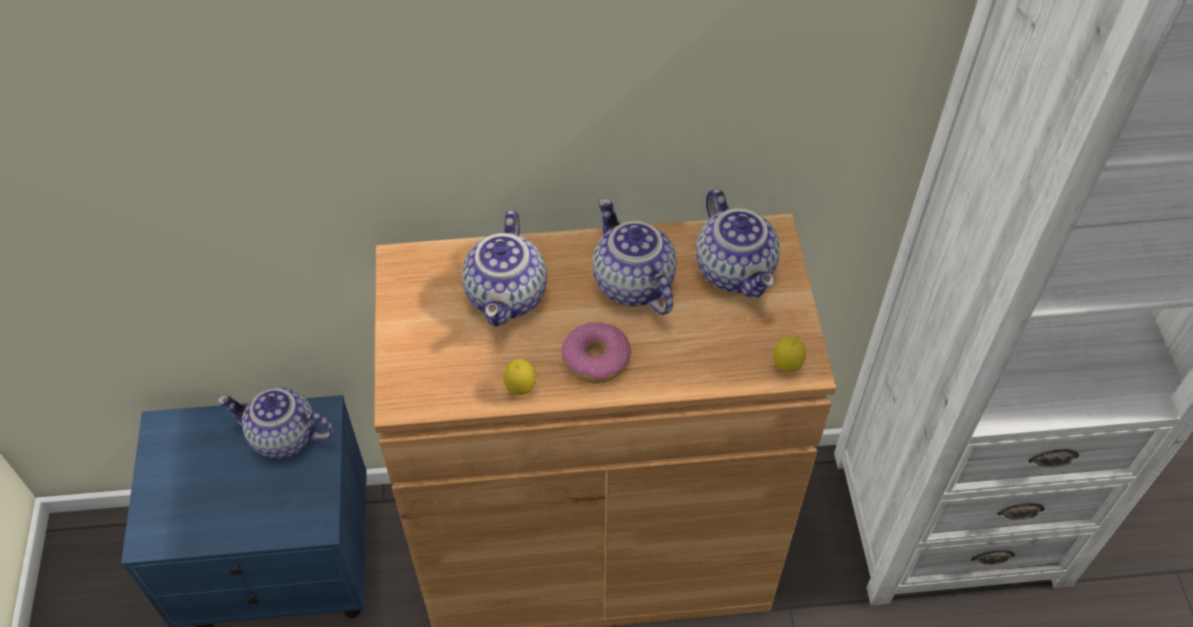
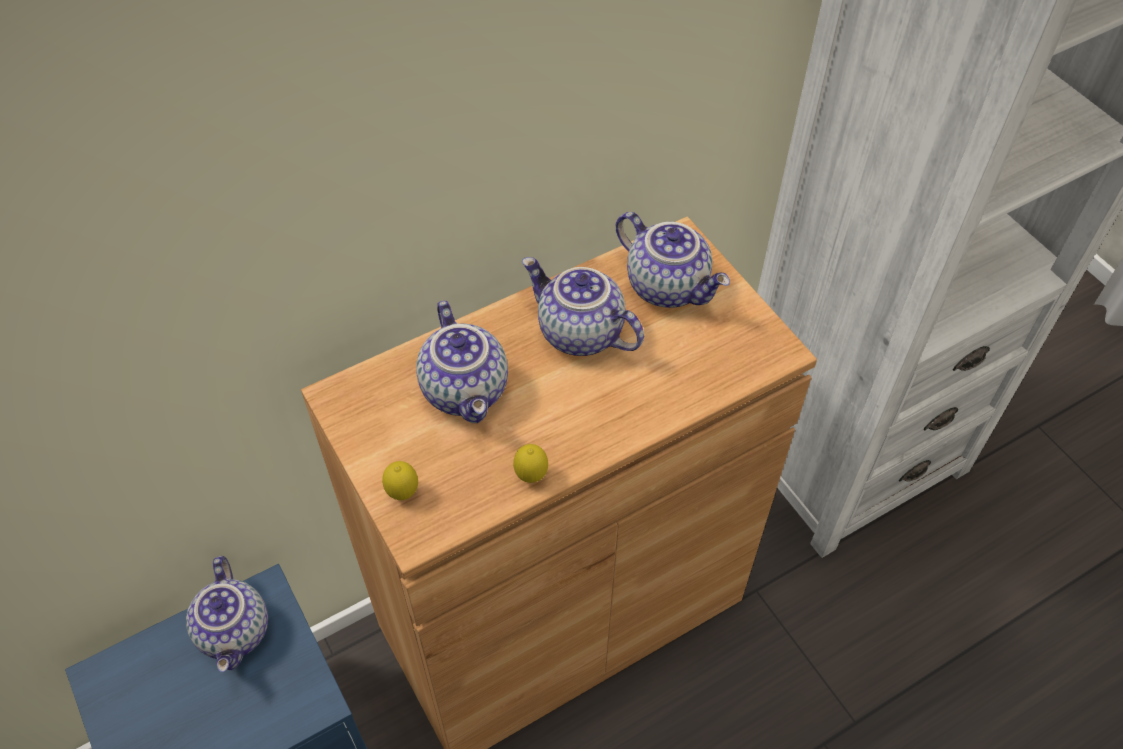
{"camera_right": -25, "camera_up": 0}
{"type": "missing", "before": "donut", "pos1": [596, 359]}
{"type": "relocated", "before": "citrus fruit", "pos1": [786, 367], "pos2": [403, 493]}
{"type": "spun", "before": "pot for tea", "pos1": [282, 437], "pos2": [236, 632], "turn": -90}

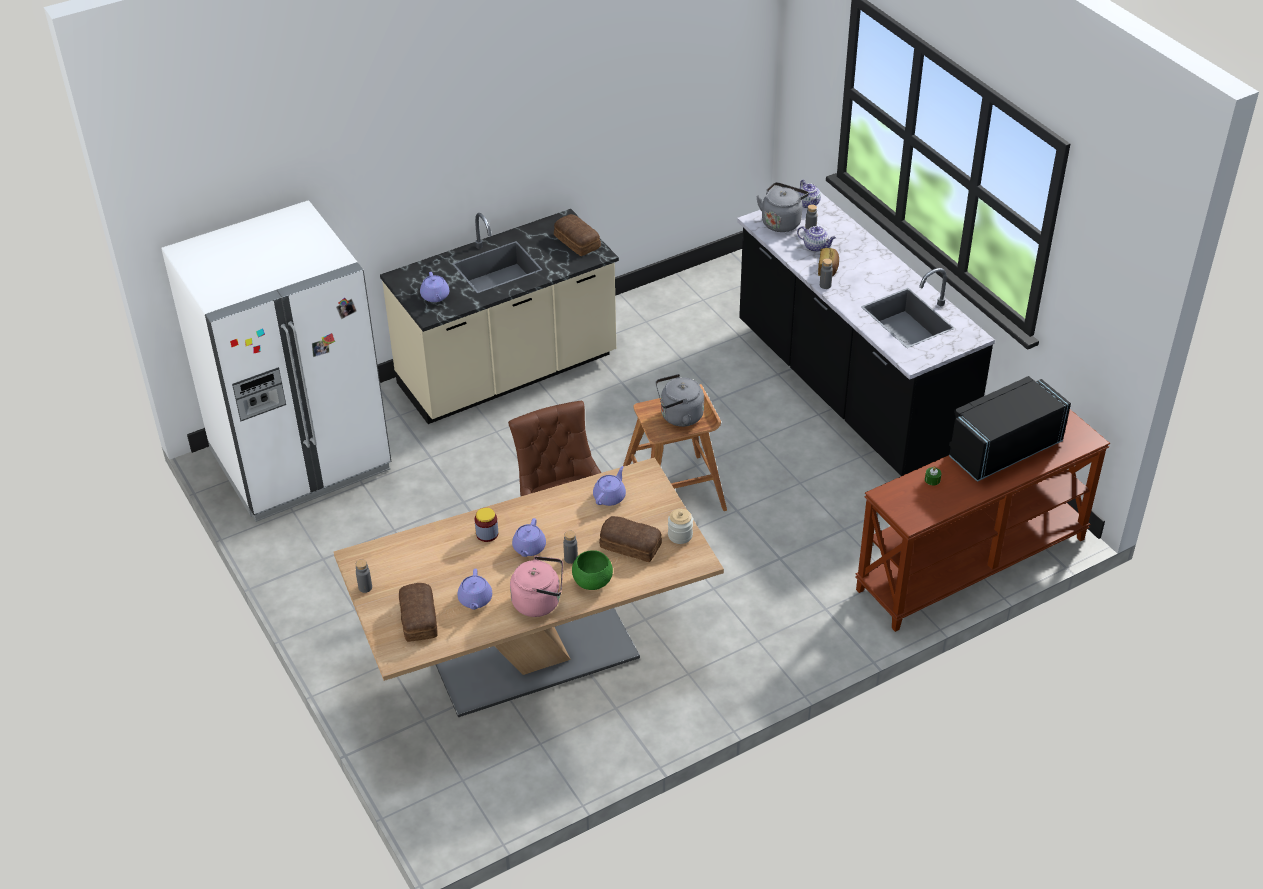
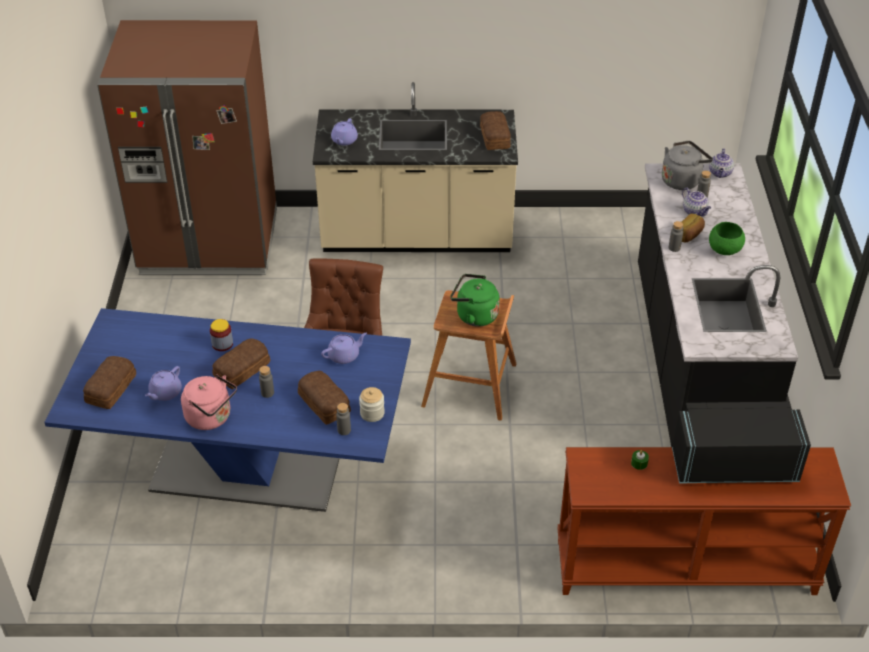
{"camera_right": 30, "camera_up": 0}
{"type": "relocated", "before": "grey bottle", "pos1": [365, 587], "pos2": [344, 430]}
{"type": "relocated", "before": "greenish deep dish", "pos1": [592, 581], "pos2": [724, 250]}
{"type": "exchanged", "before": "purplish pot for tea", "after": "bread", "pos1": [529, 548], "pos2": [243, 370]}
{"type": "colour", "before": "white-coloured fridge", "after": "brown-coloured fridge", "pos1": [301, 461], "pos2": [209, 242]}
{"type": "colour", "before": "sand-coloured dinner table", "after": "blue-coloured dinner table", "pos1": [534, 655], "pos2": [247, 469]}
{"type": "colour", "before": "grey water kettle", "after": "greenish water kettle", "pos1": [679, 417], "pos2": [474, 315]}

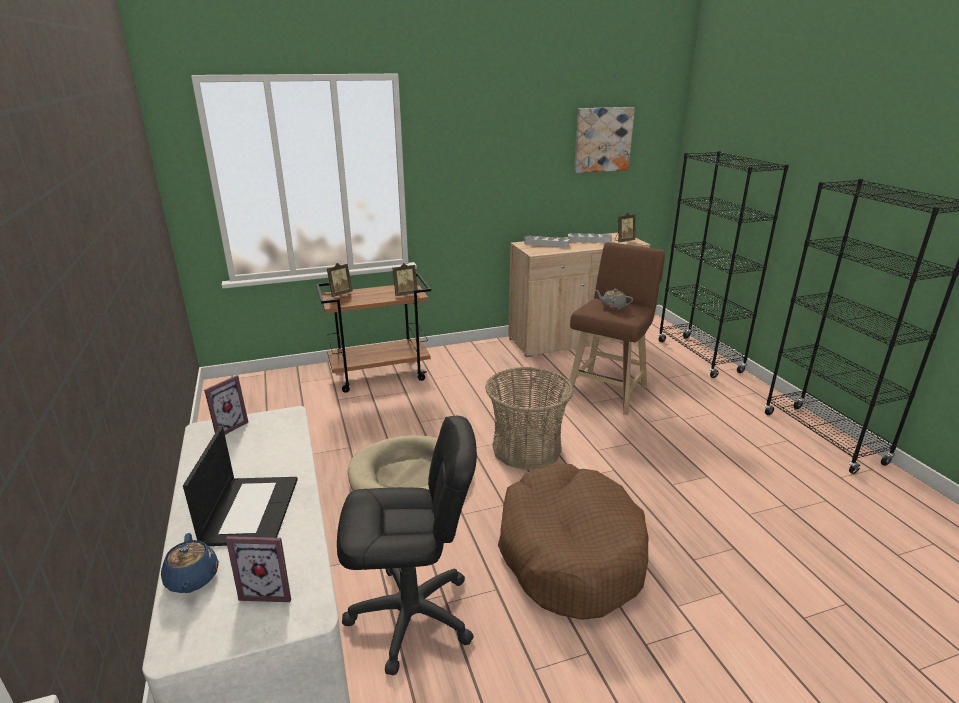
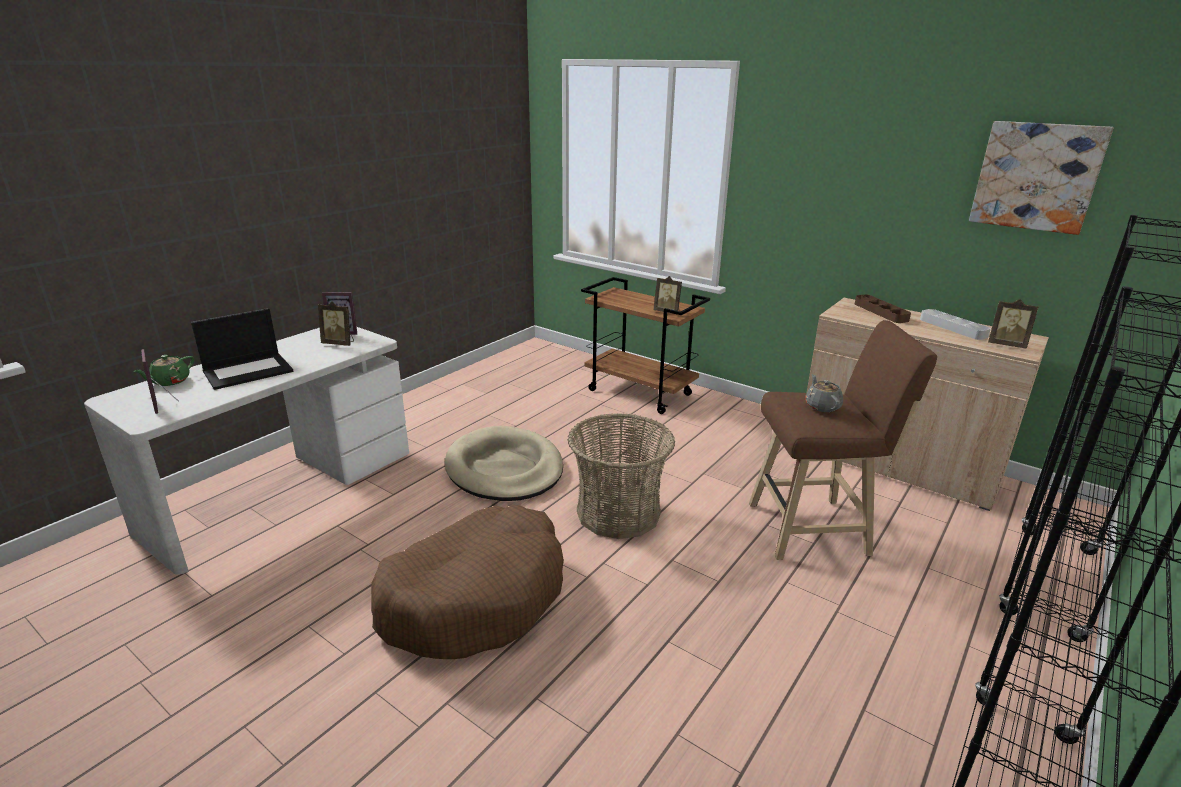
{"camera_right": 55, "camera_up": 0}
{"type": "missing", "before": "black-coloured desk chair", "pos1": [412, 616]}
{"type": "relocated", "before": "picture frame", "pos1": [339, 294], "pos2": [339, 343]}
{"type": "colour", "before": "blue-coloured pot for tea", "after": "greenish pot for tea", "pos1": [192, 579], "pos2": [170, 381]}
{"type": "colour", "before": "grey serving tray", "after": "brown-coloured serving tray", "pos1": [546, 244], "pos2": [880, 312]}

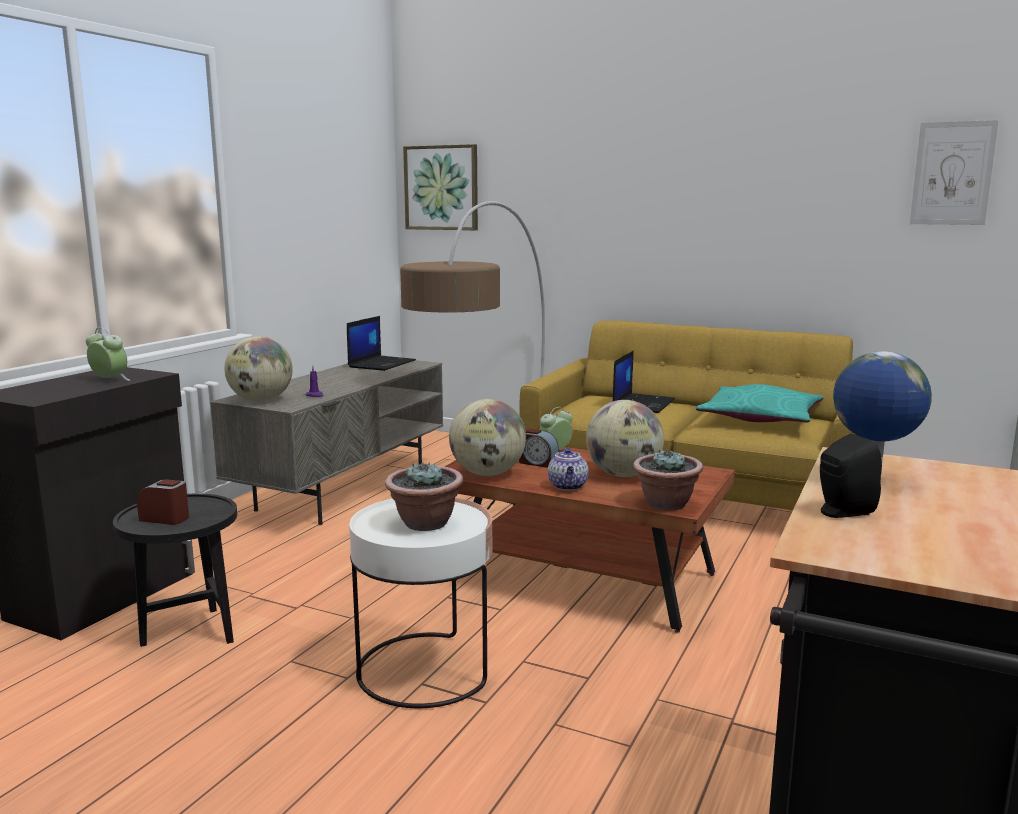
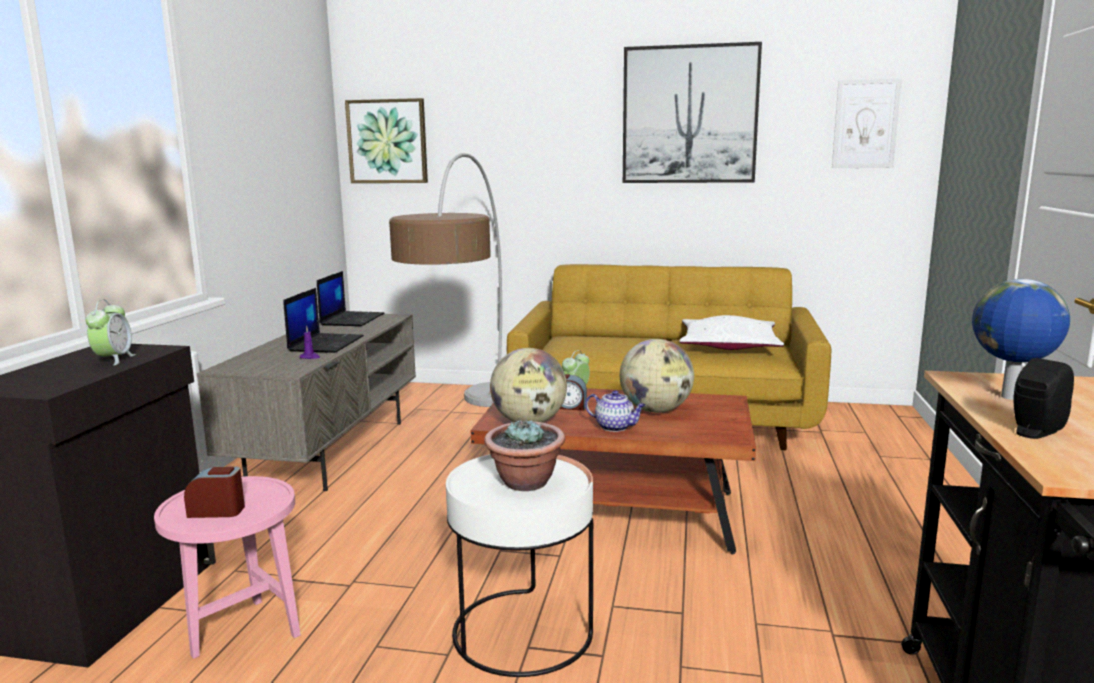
{"camera_right": -15, "camera_up": 0}
{"type": "missing", "before": "desk globe", "pos1": [261, 400]}
{"type": "missing", "before": "plant in a pot", "pos1": [666, 504]}
{"type": "appeared", "after": "wall art", "pos2": [689, 115]}
{"type": "relocated", "before": "notebook computer", "pos1": [643, 403], "pos2": [326, 343]}
{"type": "colour", "before": "black-coloured side table", "after": "pink side table", "pos1": [188, 633], "pos2": [242, 634]}
{"type": "colour", "before": "turquoise-coloured pillow", "after": "white-coloured pillow", "pos1": [760, 419], "pos2": [728, 346]}
{"type": "spun", "before": "bedside clock", "pos1": [109, 380], "pos2": [113, 360], "turn": 75}
{"type": "spun", "before": "pot for tea", "pos1": [568, 486], "pos2": [615, 427], "turn": -45}

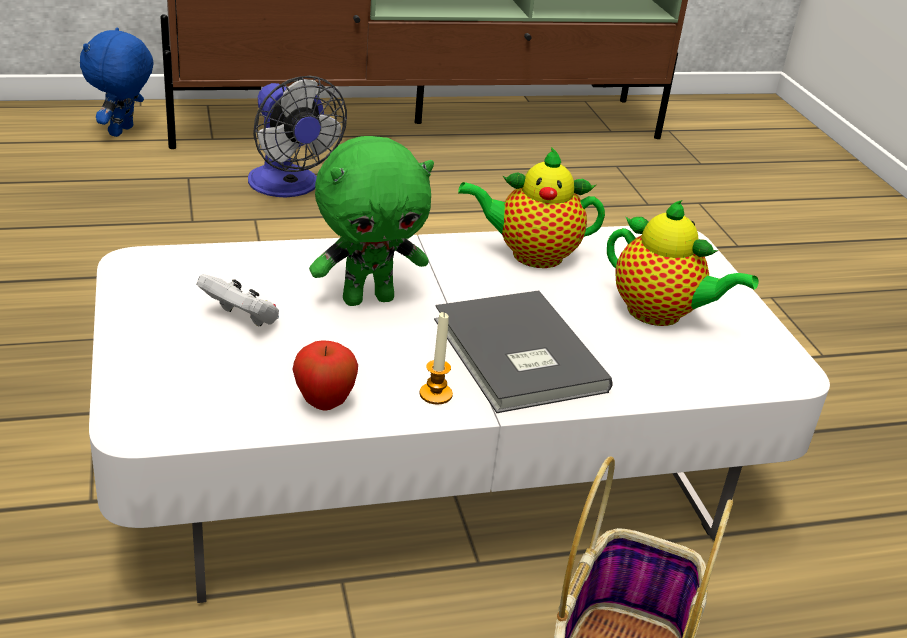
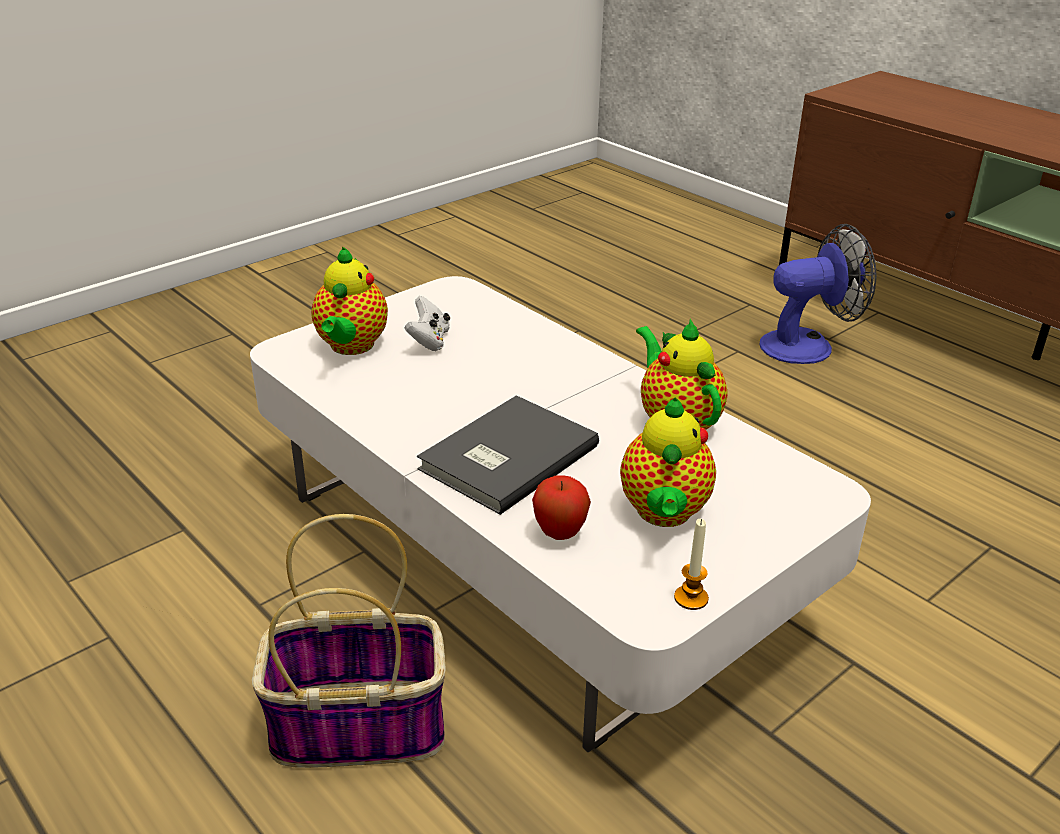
{"camera_right": 65, "camera_up": 0}
{"type": "missing", "before": "blue-coloured plush toy", "pos1": [123, 132]}
{"type": "missing", "before": "greenish plush toy", "pos1": [368, 298]}
{"type": "appeared", "after": "pot for tea", "pos2": [351, 347]}
{"type": "relocated", "before": "apple fruit", "pos1": [324, 403], "pos2": [560, 533]}
{"type": "relocated", "before": "candle", "pos1": [435, 394], "pos2": [691, 598]}
{"type": "spun", "before": "electric fan", "pos1": [288, 187], "pos2": [808, 345], "turn": -135}

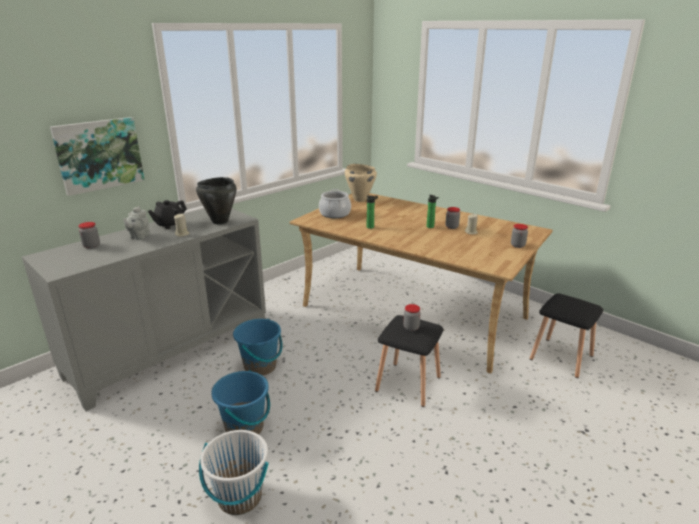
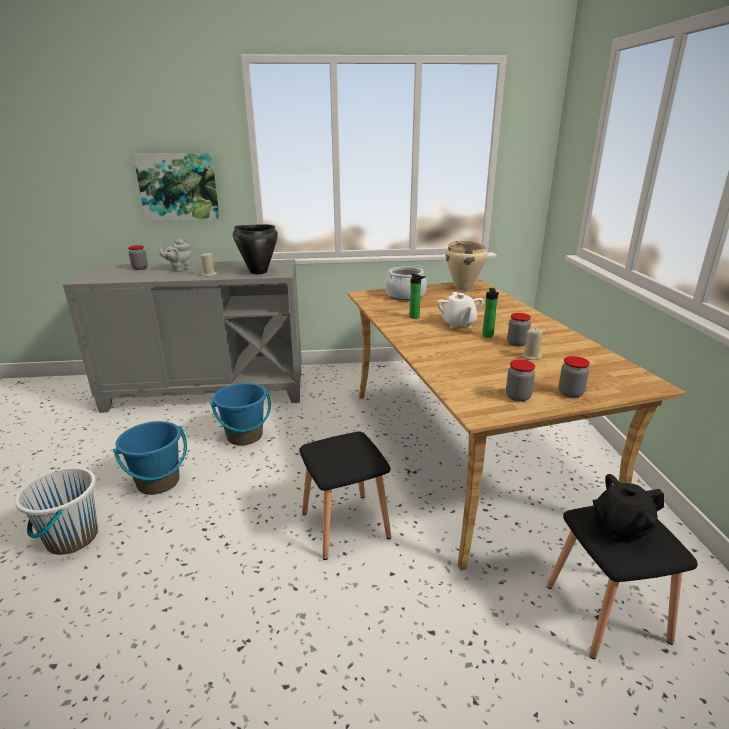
{"camera_right": 40, "camera_up": 0}
{"type": "appeared", "after": "white-coloured pot for tea", "pos2": [458, 324]}
{"type": "relocated", "before": "black-coloured pot for tea", "pos1": [169, 225], "pos2": [621, 526]}
{"type": "relocated", "before": "jar", "pos1": [411, 327], "pos2": [518, 397]}

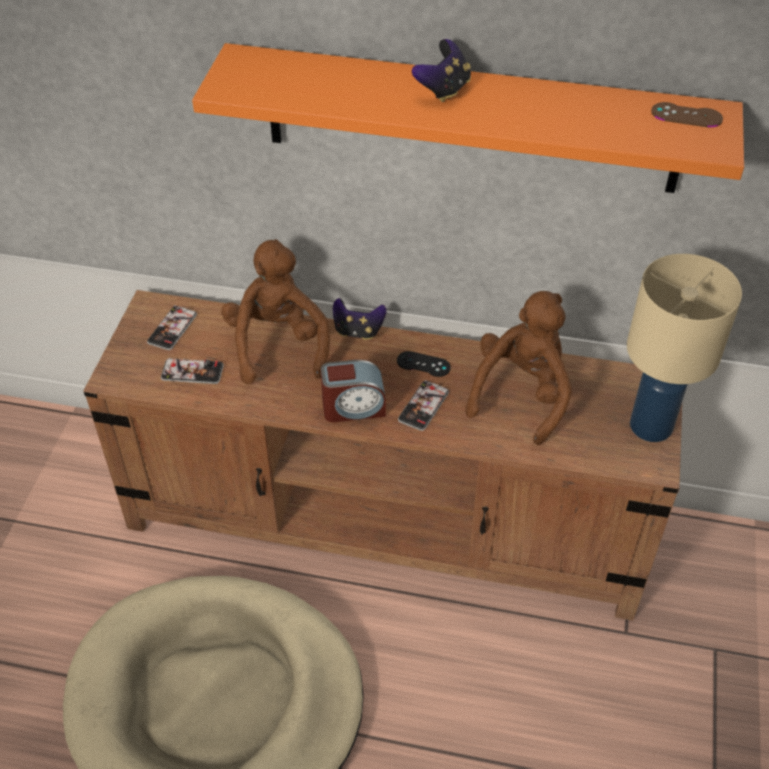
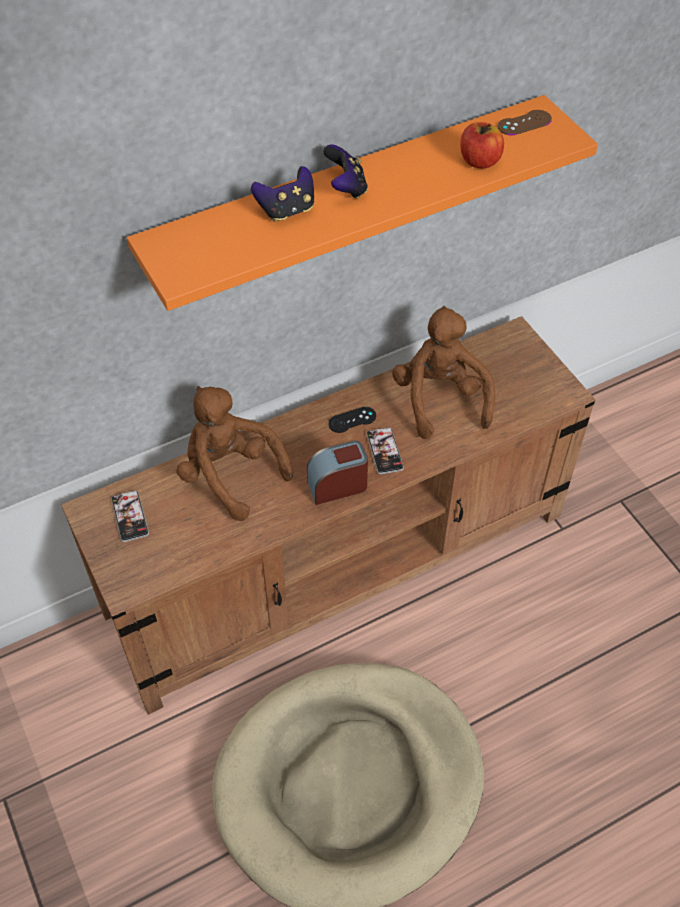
{"camera_right": -40, "camera_up": 5}
{"type": "missing", "before": "phone", "pos1": [192, 372]}
{"type": "missing", "before": "sand-coloured lamp for a table", "pos1": [651, 427]}
{"type": "appeared", "after": "apple fruit", "pos2": [479, 161]}
{"type": "relocated", "before": "game controller", "pos1": [358, 331], "pos2": [287, 210]}
{"type": "spun", "before": "bedside clock", "pos1": [353, 408], "pos2": [337, 485], "turn": -150}

